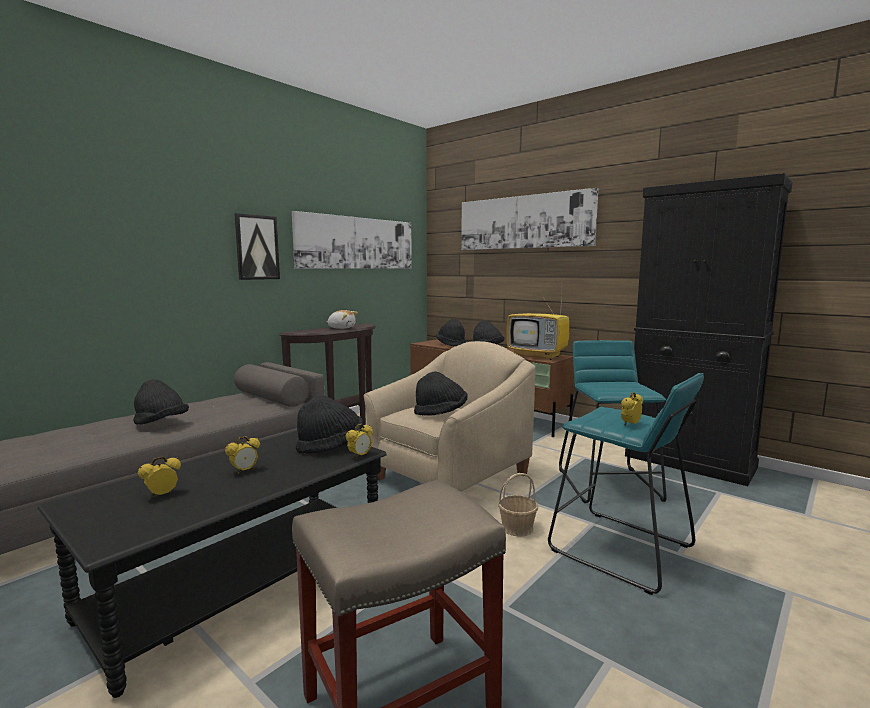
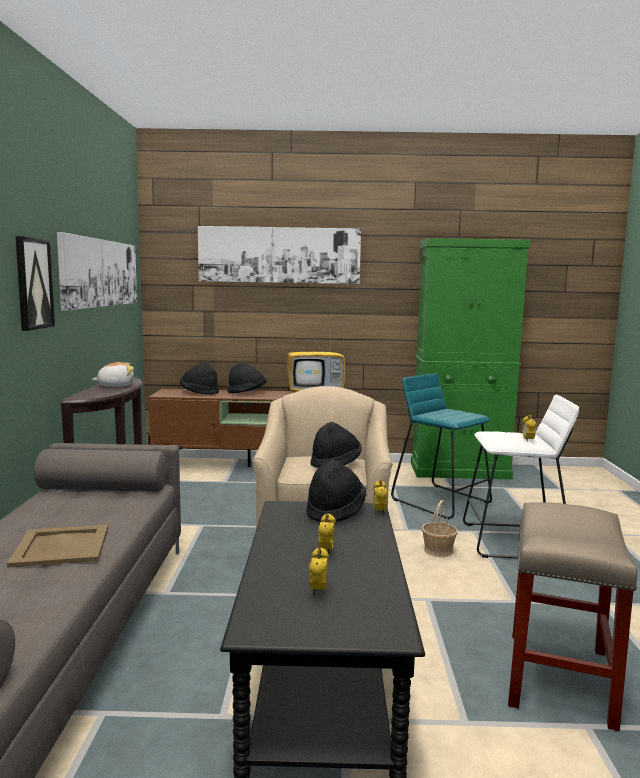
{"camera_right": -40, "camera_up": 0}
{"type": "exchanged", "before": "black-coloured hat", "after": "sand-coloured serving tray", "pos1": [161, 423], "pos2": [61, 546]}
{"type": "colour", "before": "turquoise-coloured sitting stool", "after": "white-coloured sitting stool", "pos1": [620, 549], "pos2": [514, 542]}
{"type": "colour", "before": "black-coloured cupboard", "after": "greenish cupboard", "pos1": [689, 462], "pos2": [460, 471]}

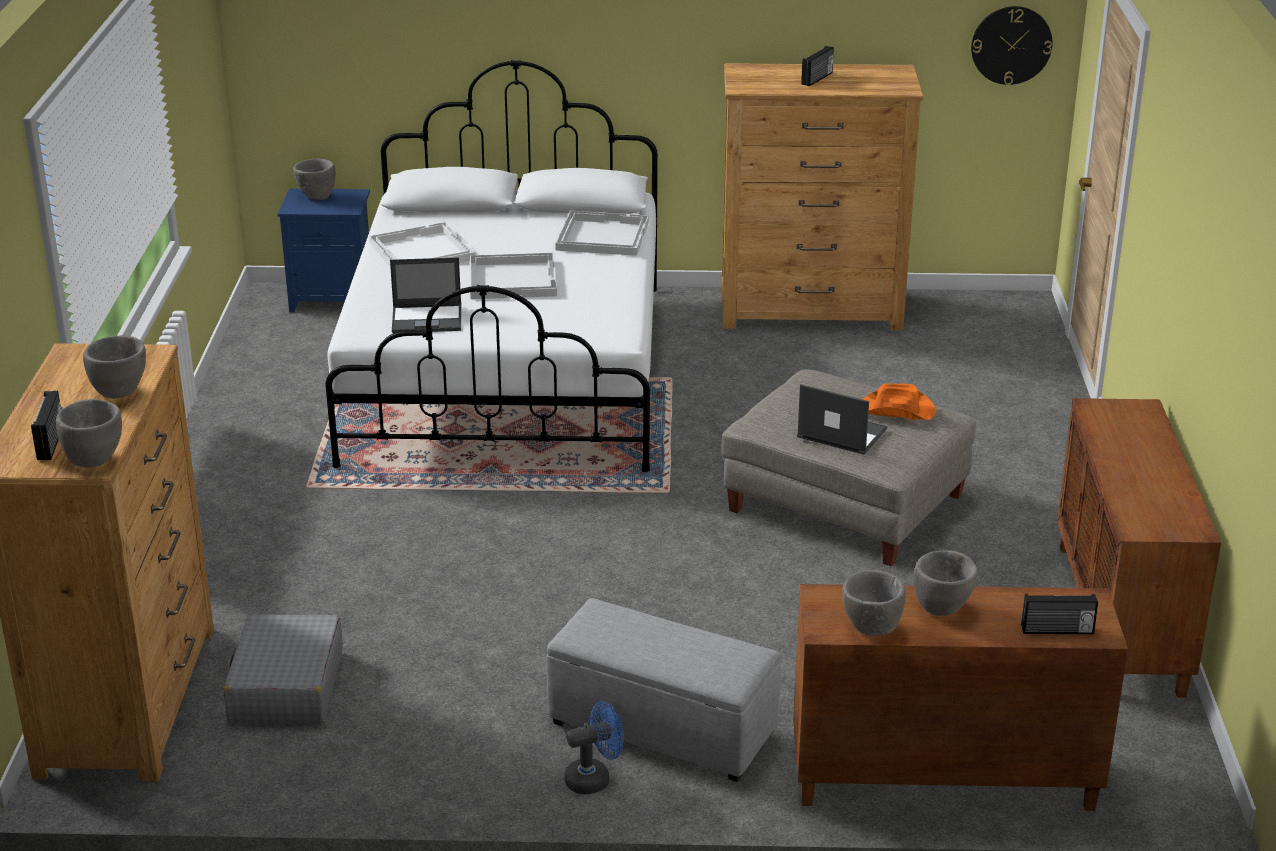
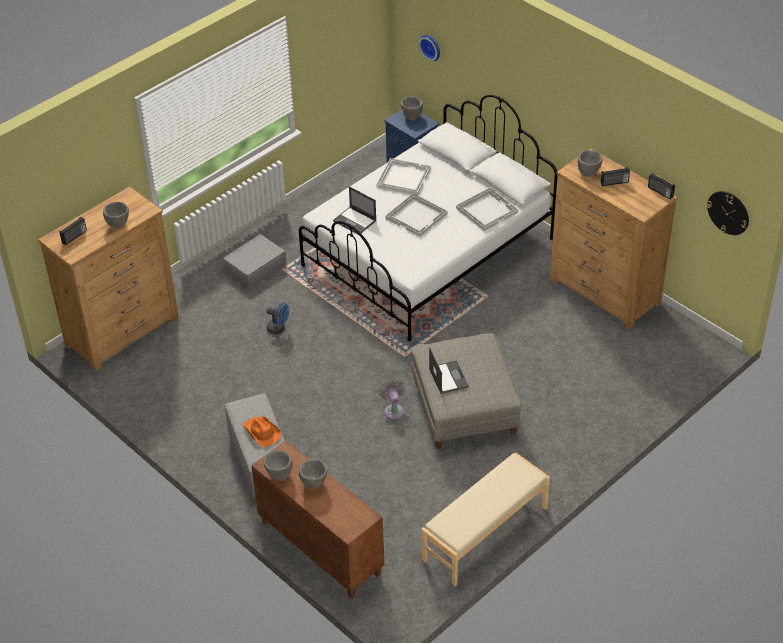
{"camera_right": 45, "camera_up": 15}
{"type": "appeared", "after": "grey electric fan", "pos2": [393, 410]}
{"type": "appeared", "after": "wall clock", "pos2": [431, 47]}
{"type": "relocated", "before": "grey deep dish", "pos1": [95, 460], "pos2": [588, 173]}
{"type": "relocated", "before": "grey suitcase", "pos1": [286, 687], "pos2": [255, 268]}
{"type": "relocated", "before": "blue-coloured electric fan", "pos1": [594, 778], "pos2": [278, 329]}
{"type": "relocated", "before": "orange hat", "pos1": [897, 410], "pos2": [261, 432]}
{"type": "relocated", "before": "radio receiver", "pos1": [1057, 631], "pos2": [660, 192]}
{"type": "exchanged", "before": "brown-coloured cupboard", "after": "sand-coloured indoor bench", "pos1": [1121, 619], "pos2": [485, 534]}

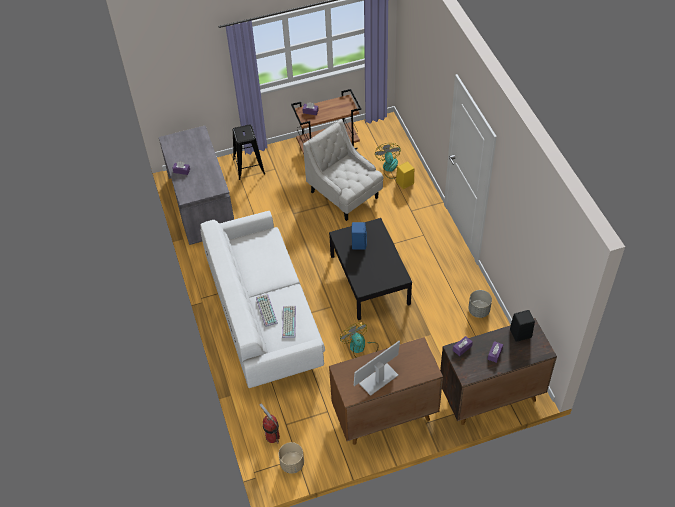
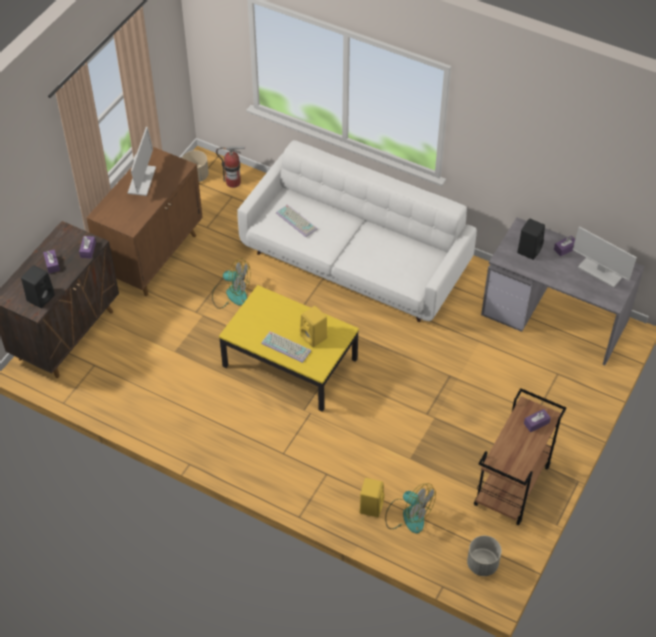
{"camera_right": 135, "camera_up": 0}
{"type": "missing", "before": "black-coloured sitting stool", "pos1": [248, 166]}
{"type": "missing", "before": "white-coloured armchair", "pos1": [345, 195]}
{"type": "appeared", "after": "black-coloured speaker", "pos2": [529, 249]}
{"type": "appeared", "after": "computer screen", "pos2": [600, 271]}
{"type": "relocated", "before": "PC keyboard", "pos1": [266, 310], "pos2": [287, 347]}
{"type": "relocated", "before": "grey plant pot", "pos1": [479, 310], "pos2": [482, 564]}
{"type": "colour", "before": "black-coloured lounge table", "after": "yellowish lounge table", "pos1": [369, 279], "pos2": [290, 362]}
{"type": "colour", "before": "blue-coloured speaker", "after": "yellowish speaker", "pos1": [359, 243], "pos2": [314, 337]}

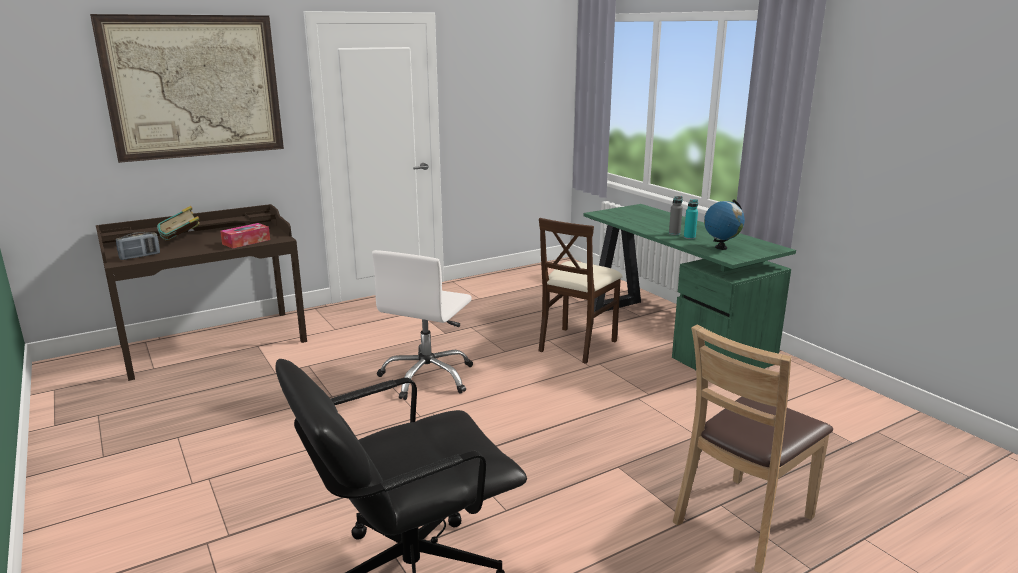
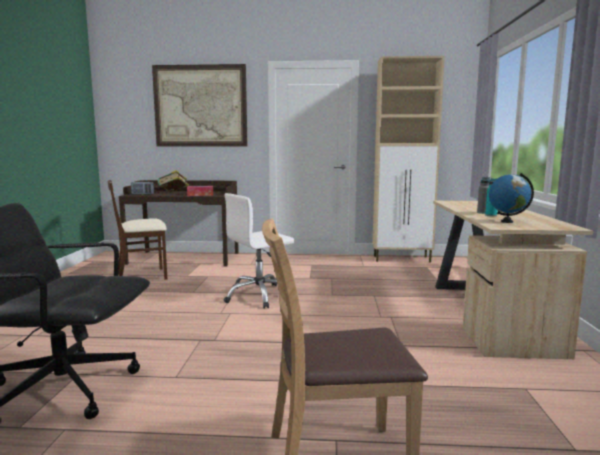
{"camera_right": 35, "camera_up": -10}
{"type": "appeared", "after": "sand-coloured cupboard", "pos2": [402, 259]}
{"type": "relocated", "before": "sand-coloured plain chair", "pos1": [576, 345], "pos2": [142, 276]}
{"type": "colour", "before": "greenish desk unit", "after": "sand-coloured desk unit", "pos1": [671, 334], "pos2": [488, 314]}

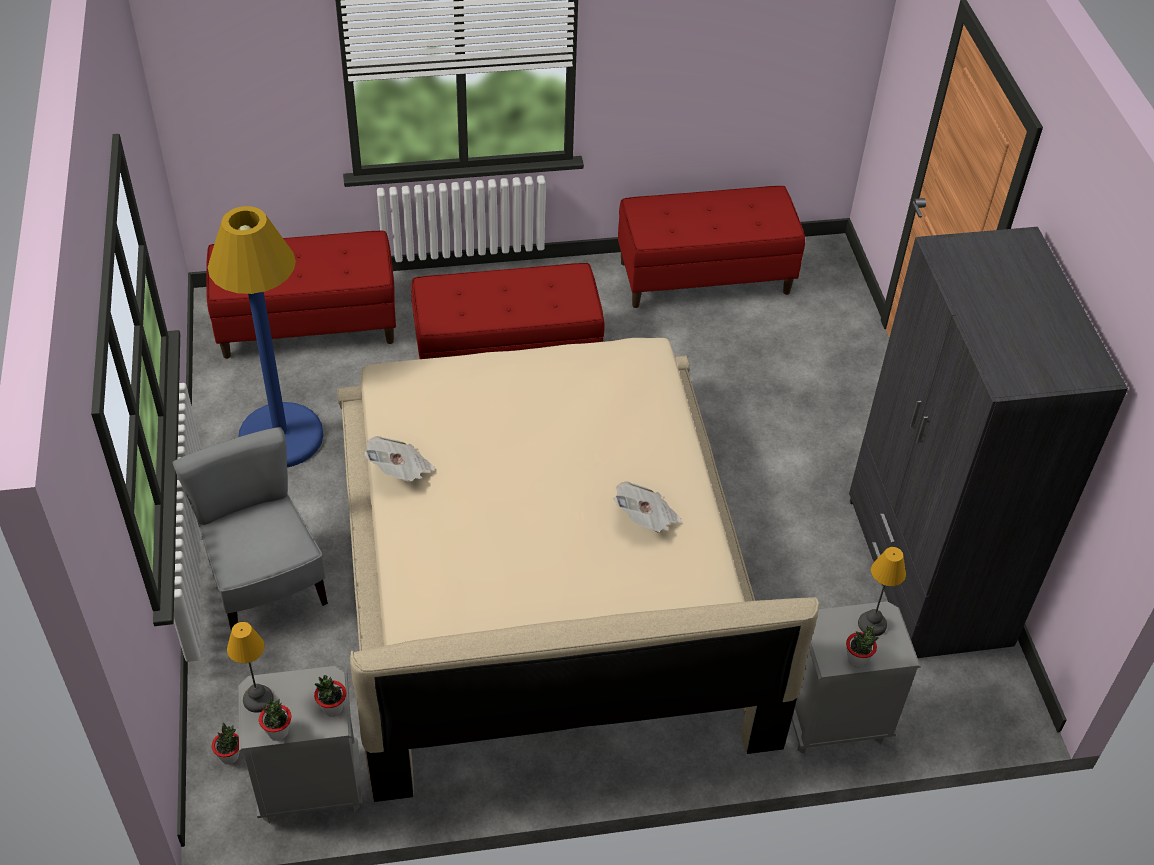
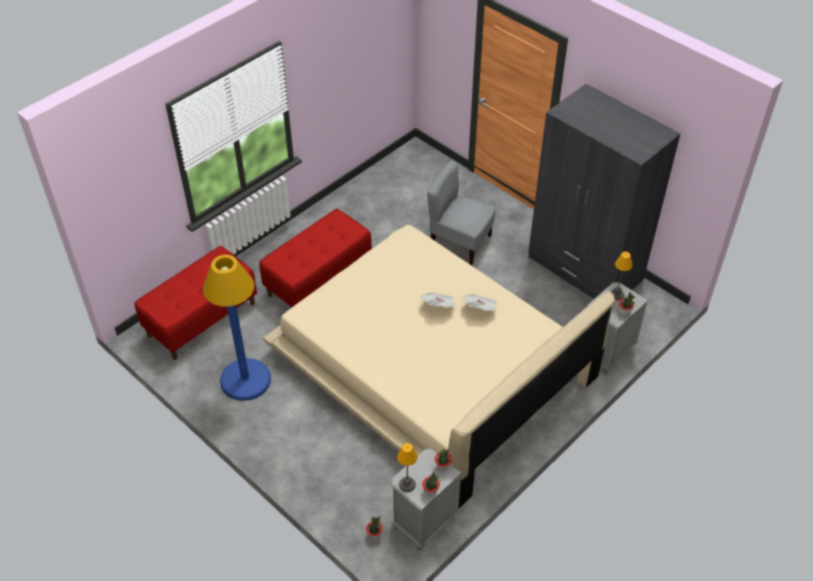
{"camera_right": -35, "camera_up": 0}
{"type": "missing", "before": "reddish indoor bench", "pos1": [704, 277]}
{"type": "relocated", "before": "grey plain chair", "pos1": [265, 585], "pos2": [460, 243]}
{"type": "relocated", "before": "printed paper", "pos1": [400, 470], "pos2": [439, 306]}

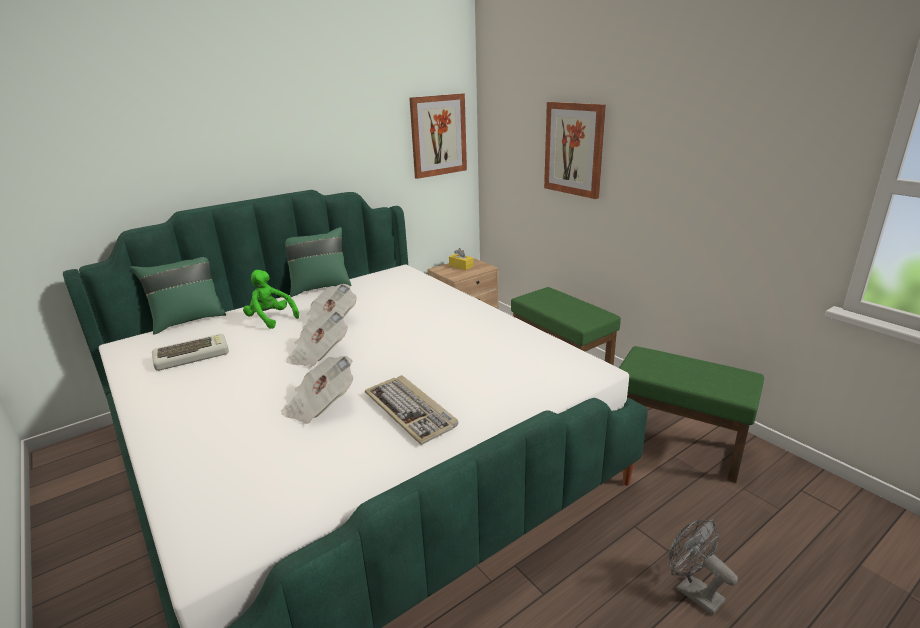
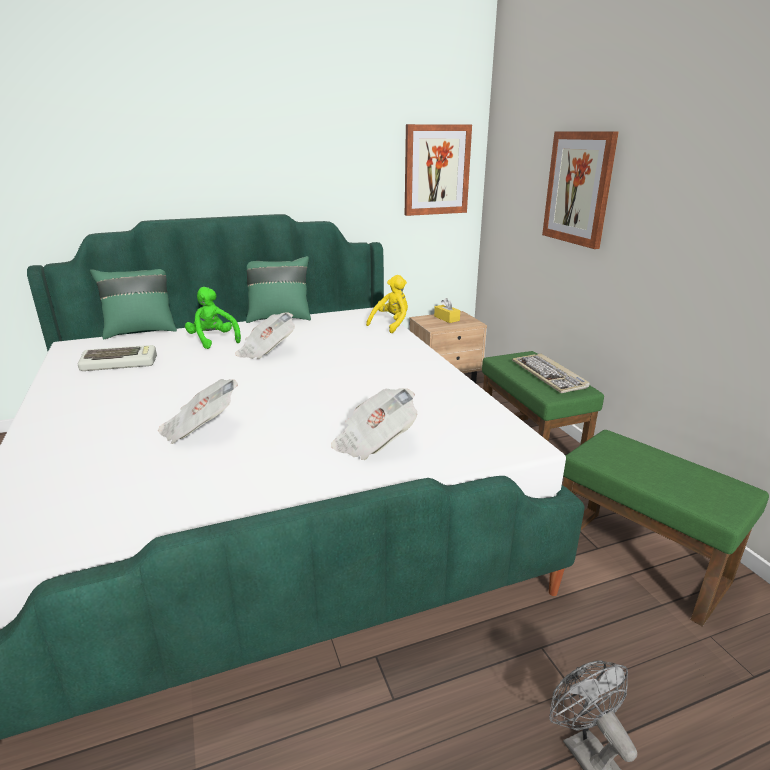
{"camera_right": 15, "camera_up": 0}
{"type": "appeared", "after": "yellowish plush toy", "pos2": [391, 324]}
{"type": "relocated", "before": "printed paper", "pos1": [318, 354], "pos2": [373, 442]}
{"type": "relocated", "before": "PC keyboard", "pos1": [411, 411], "pos2": [549, 375]}

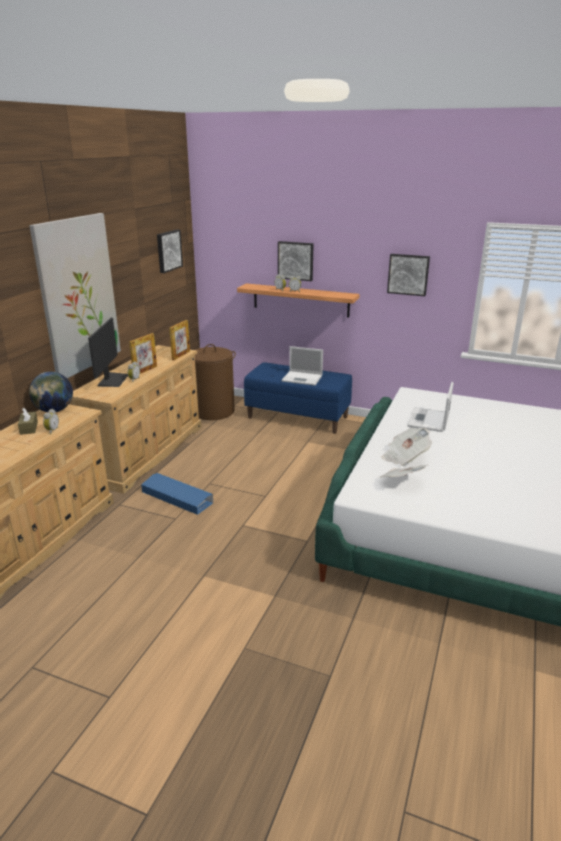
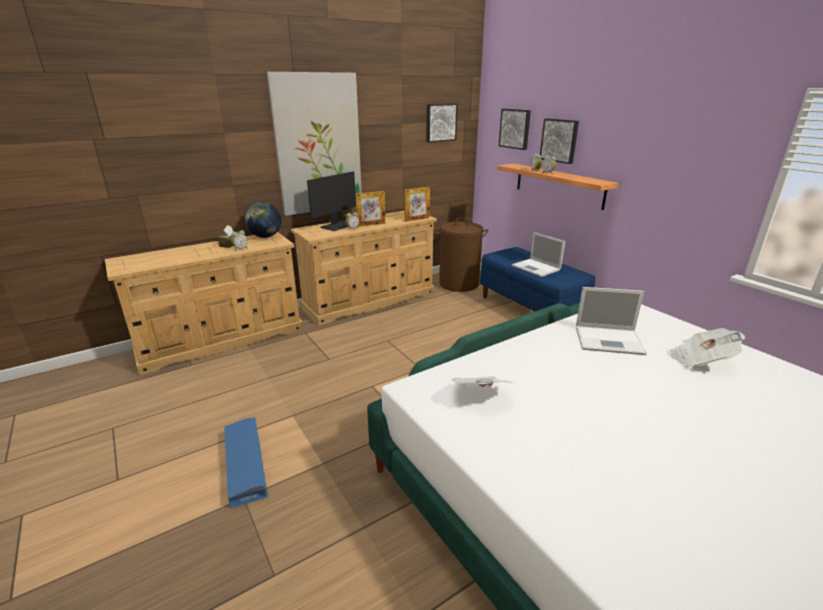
{"camera_right": 35, "camera_up": 0}
{"type": "relocated", "before": "blue-coloured storage box", "pos1": [177, 497], "pos2": [245, 464]}
{"type": "relocated", "before": "printed paper", "pos1": [405, 457], "pos2": [699, 360]}
{"type": "relocated", "before": "wall art", "pos1": [408, 274], "pos2": [515, 128]}
{"type": "spun", "before": "notebook computer", "pos1": [428, 420], "pos2": [610, 340], "turn": -135}

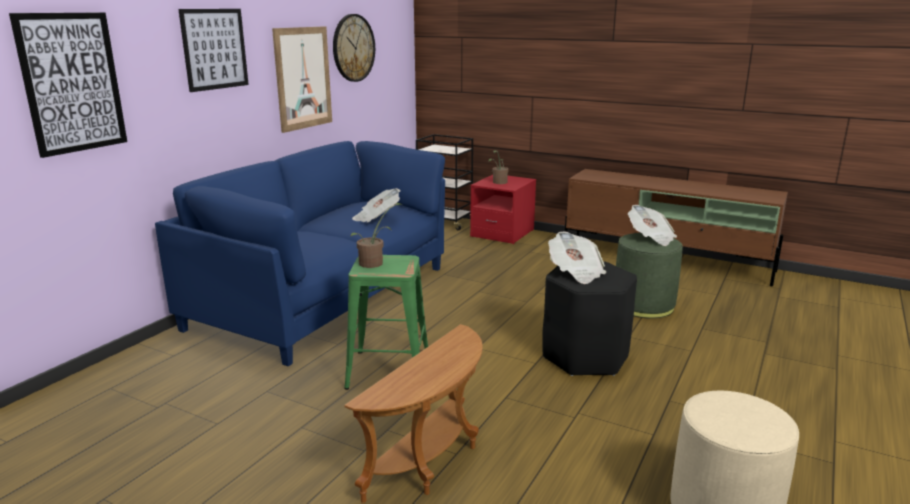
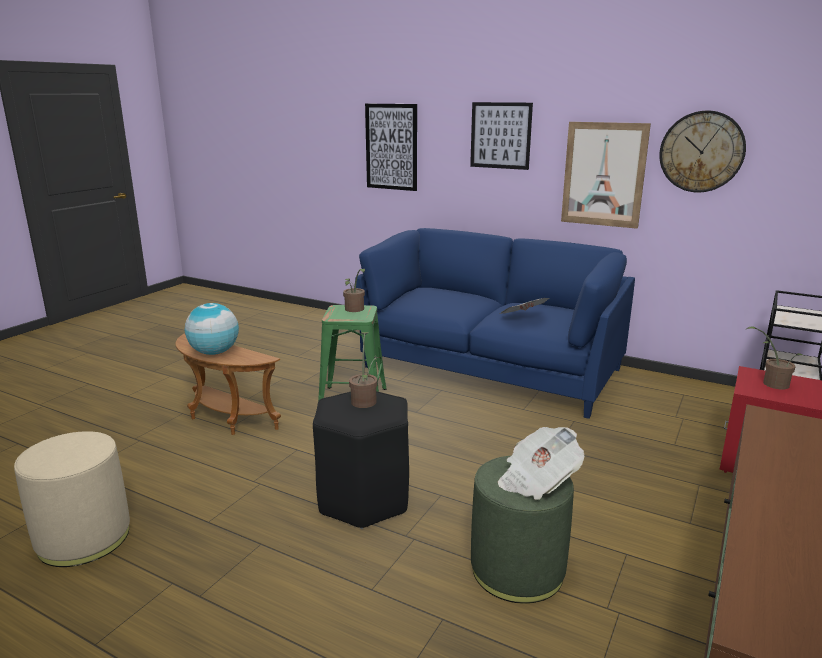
{"camera_right": 90, "camera_up": 0}
{"type": "appeared", "after": "desk globe", "pos2": [214, 352]}
{"type": "exchanged", "before": "printed paper", "after": "plant in a pot", "pos1": [576, 272], "pos2": [365, 400]}

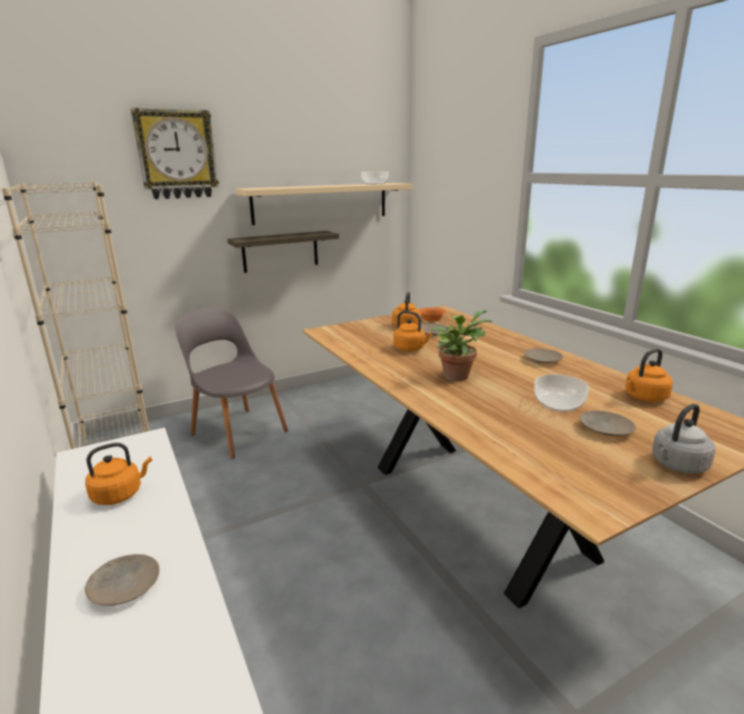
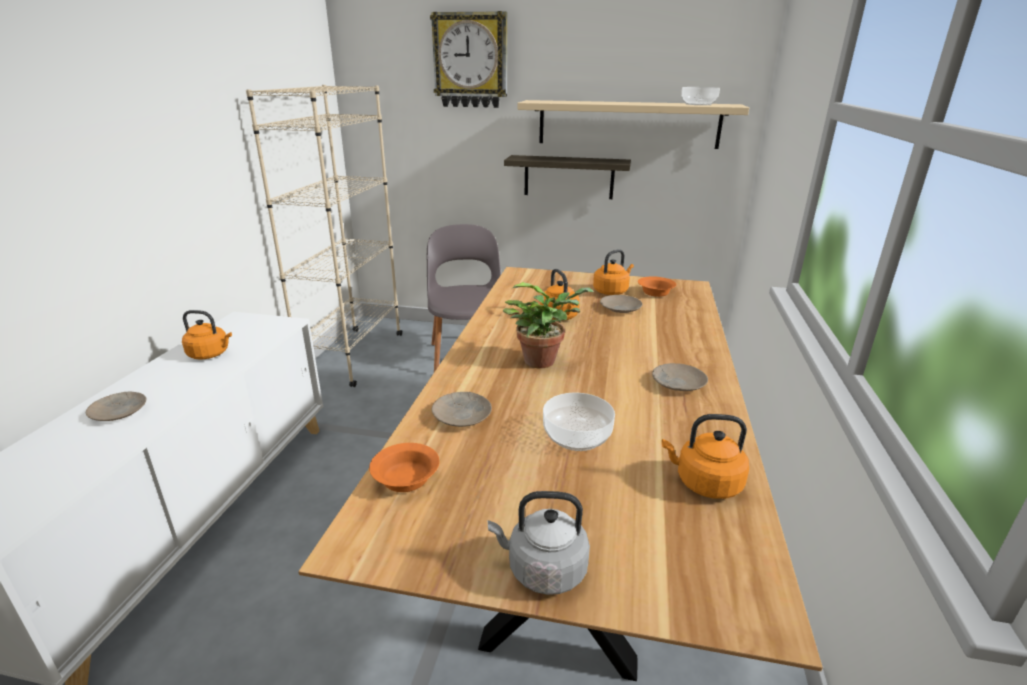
{"camera_right": 40, "camera_up": 5}
{"type": "appeared", "after": "orange deep dish", "pos2": [405, 480]}
{"type": "relocated", "before": "sand-coloured plate", "pos1": [605, 429], "pos2": [462, 415]}

